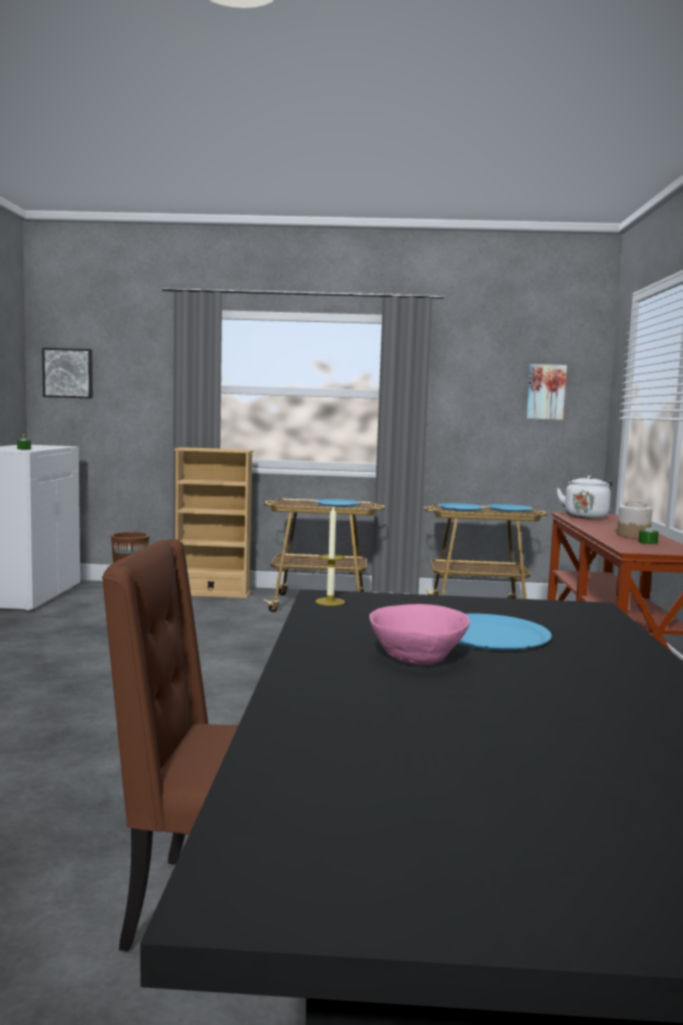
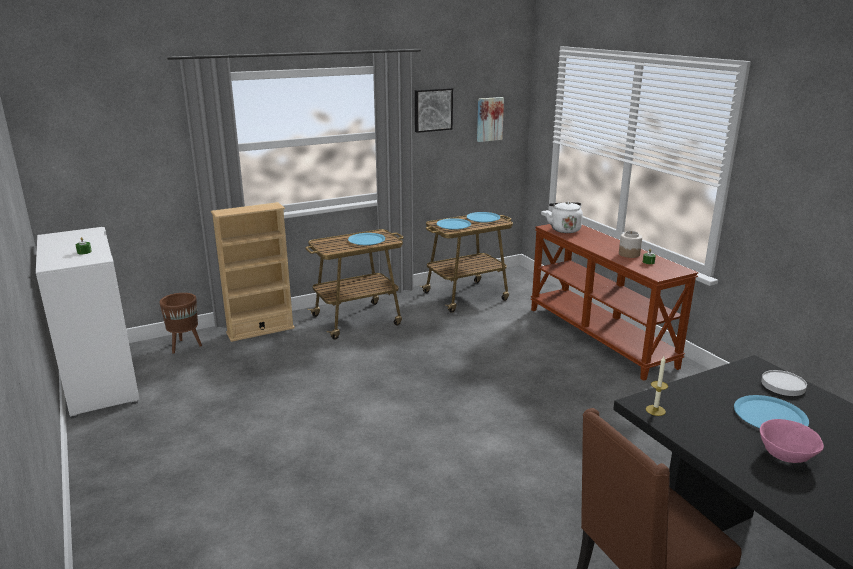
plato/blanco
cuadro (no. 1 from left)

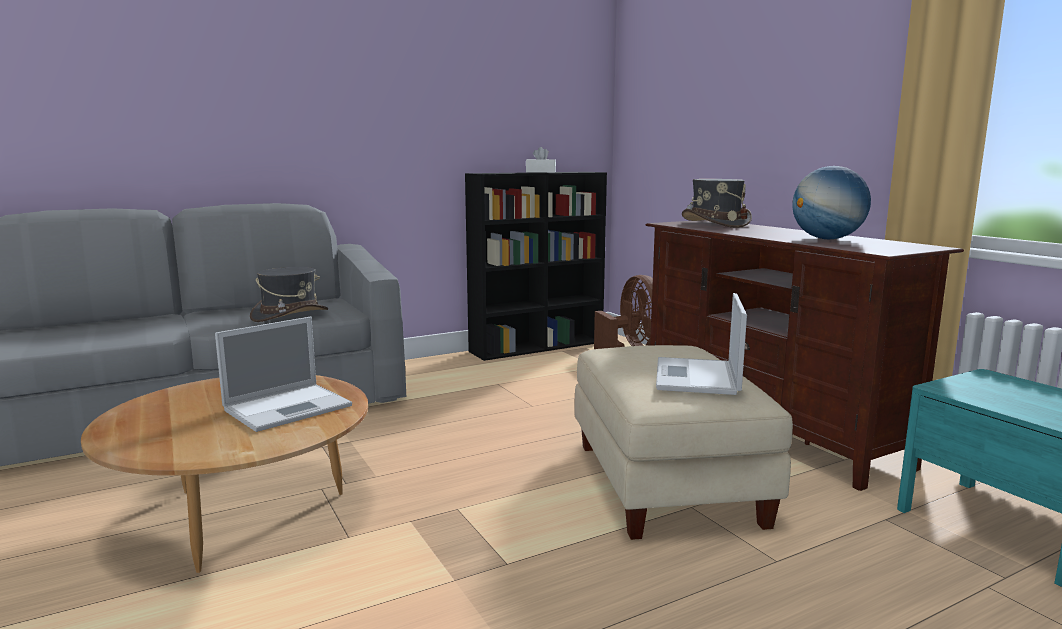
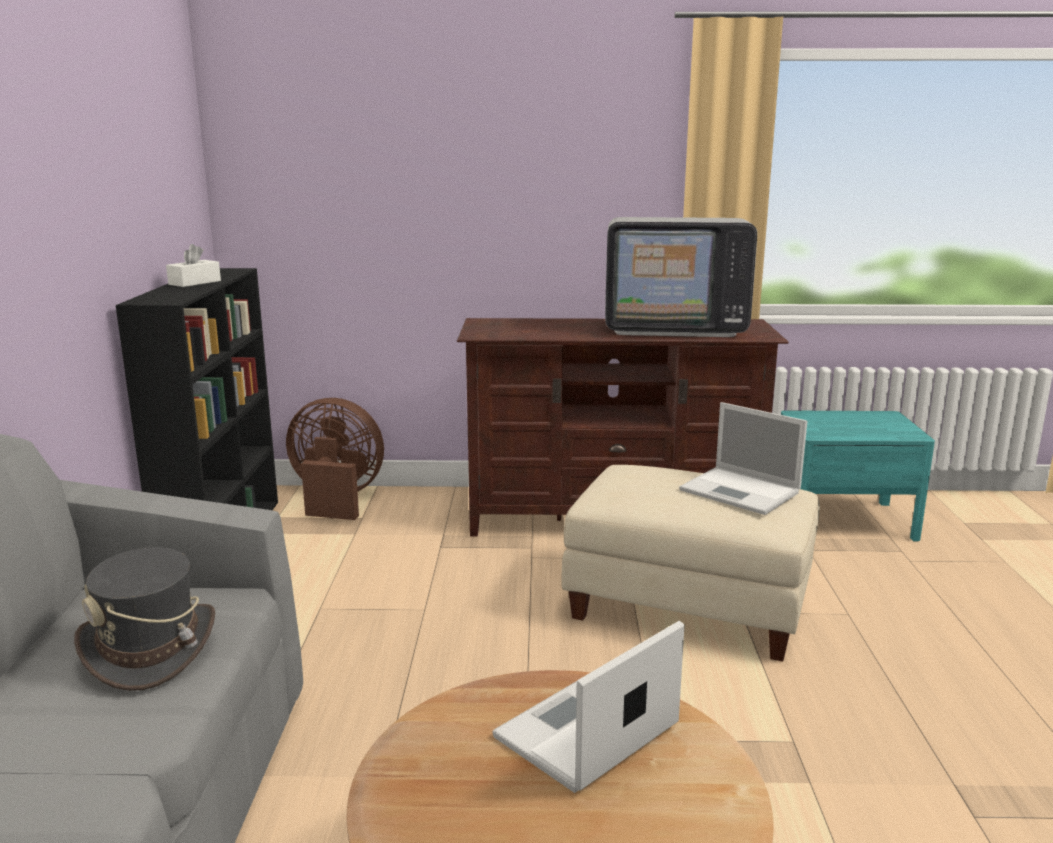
sombrero/gris (no. 2 from left in the first image)
televisor
portátil (no. 1 from left)

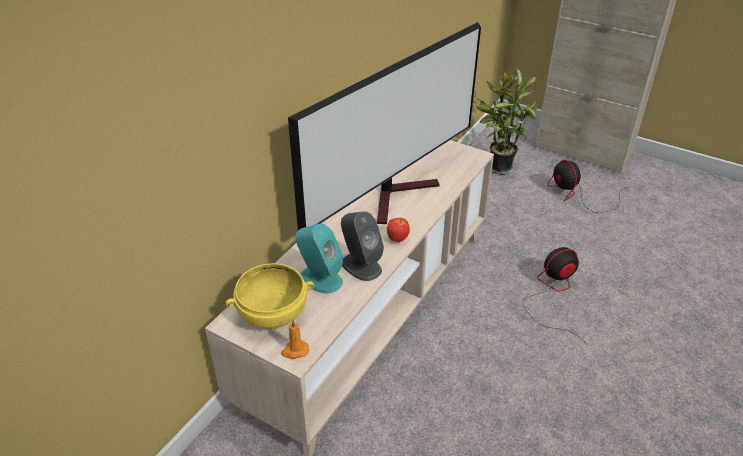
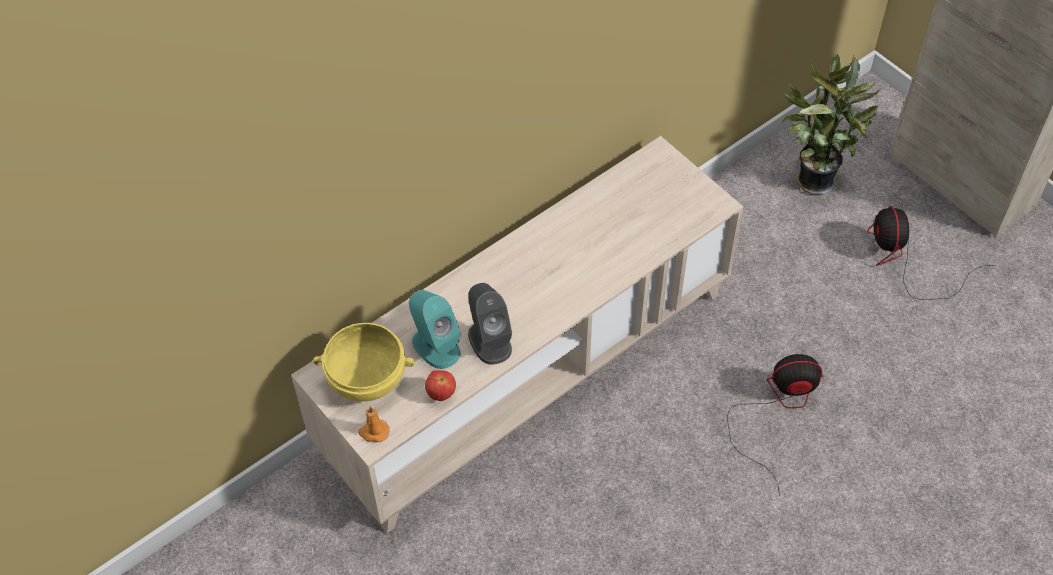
televisor
manzana

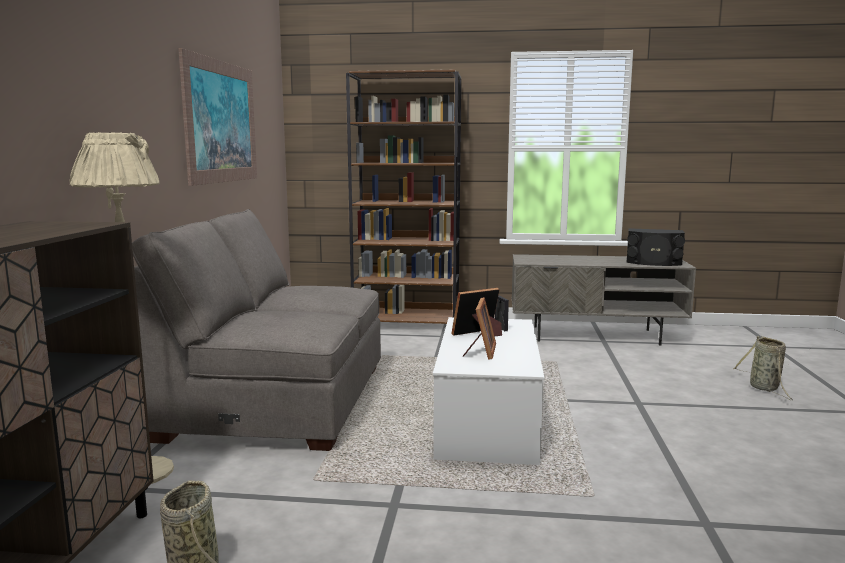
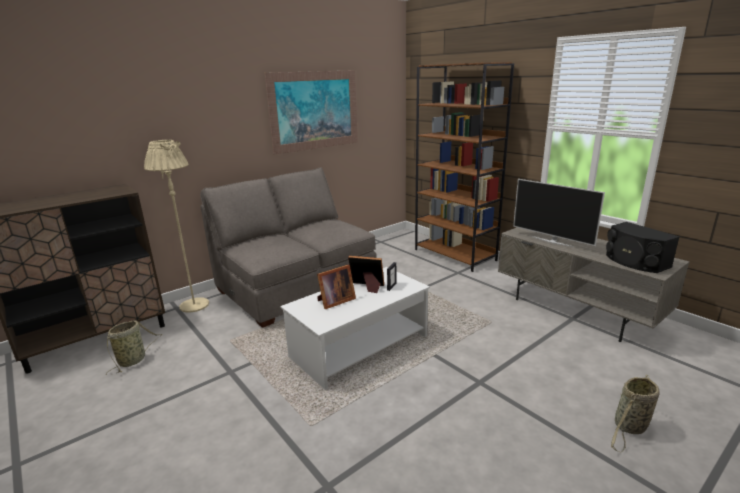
televisor

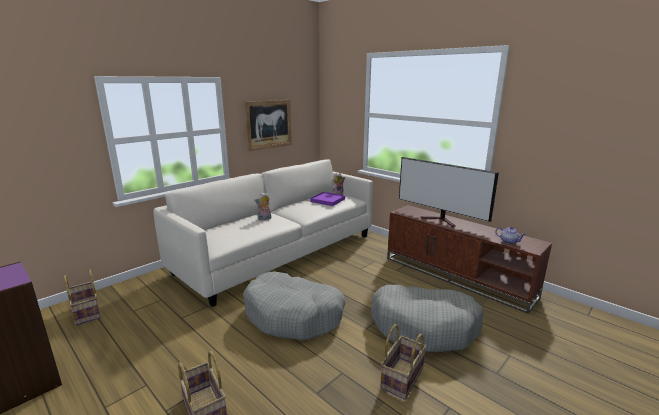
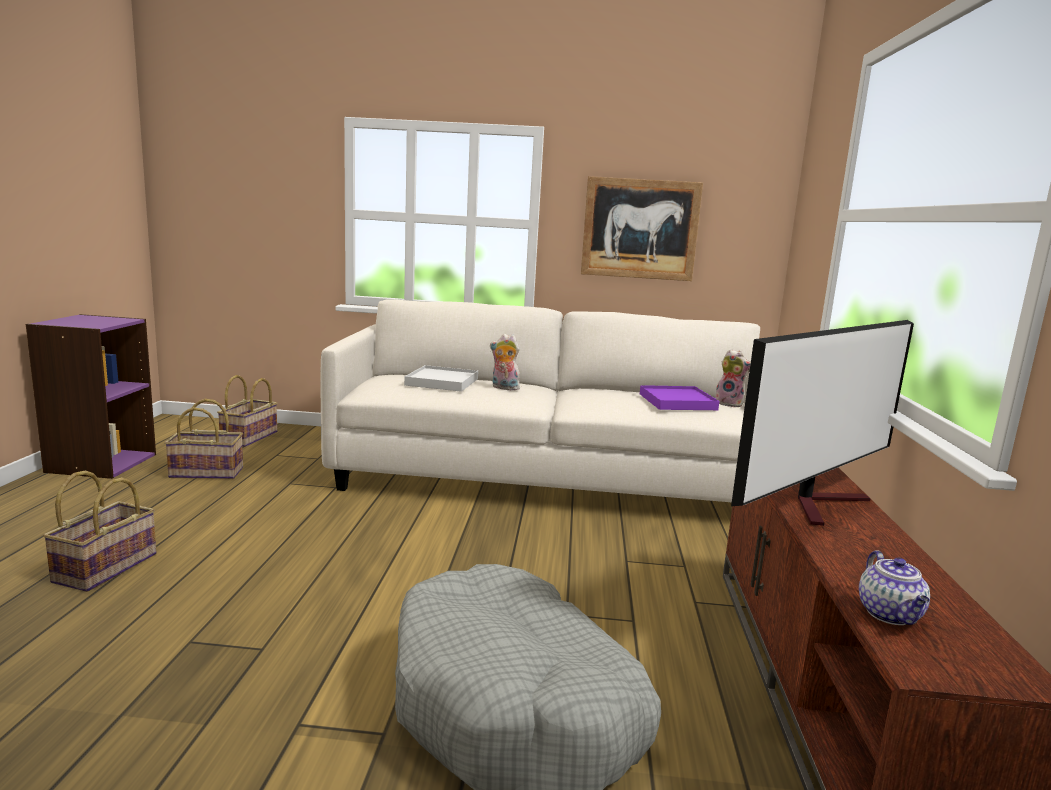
cama para perro/gris (no. 1 from left in the first image)
bandeja/blanco
cesta (no. 2 from left)
televisor

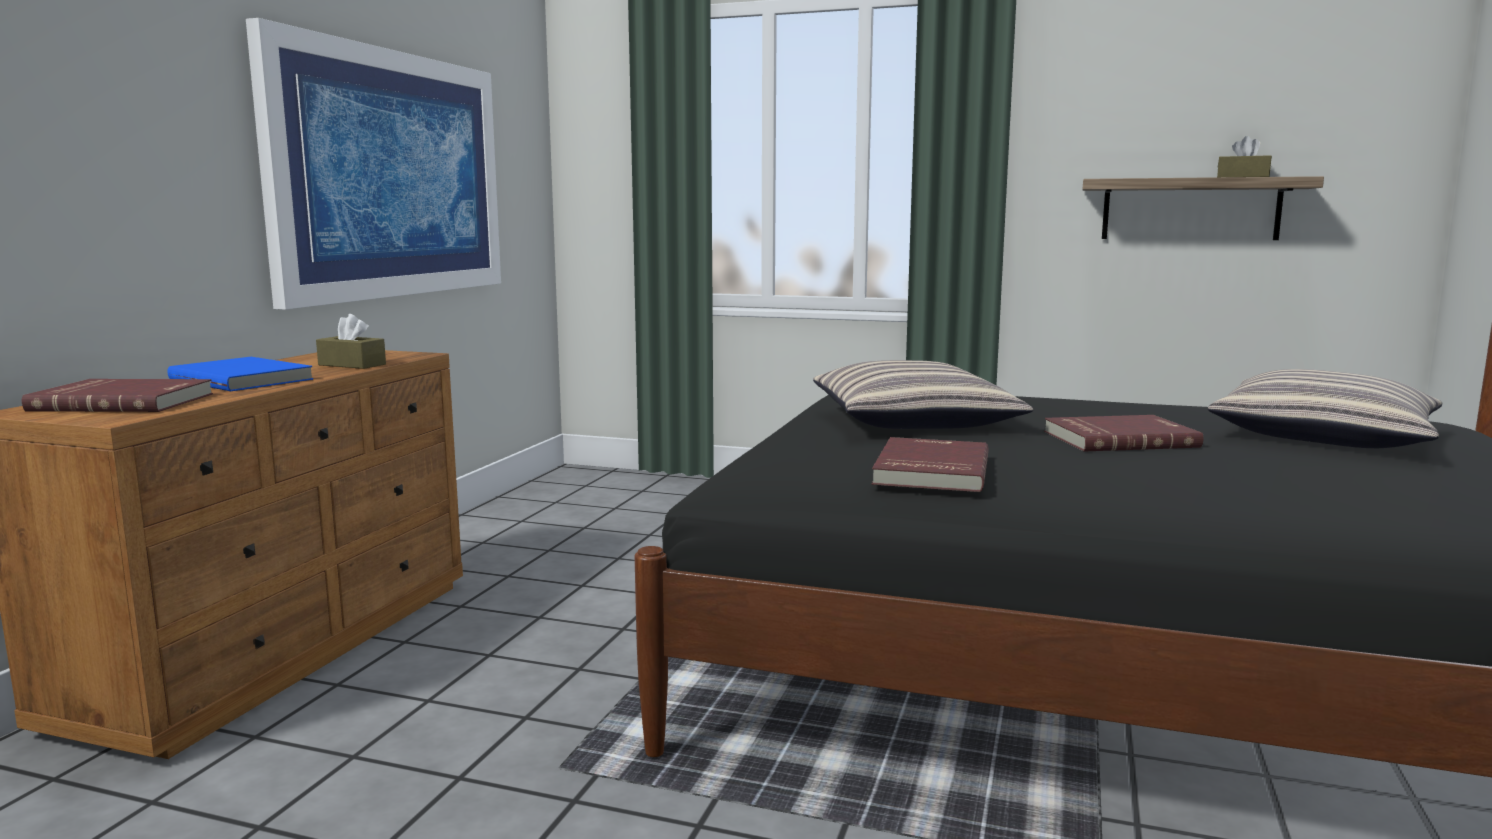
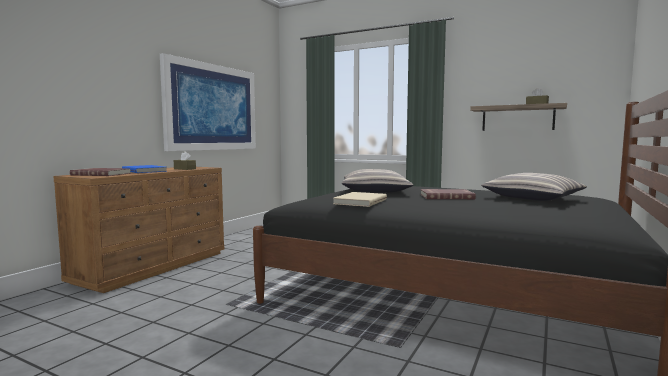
libro/beis

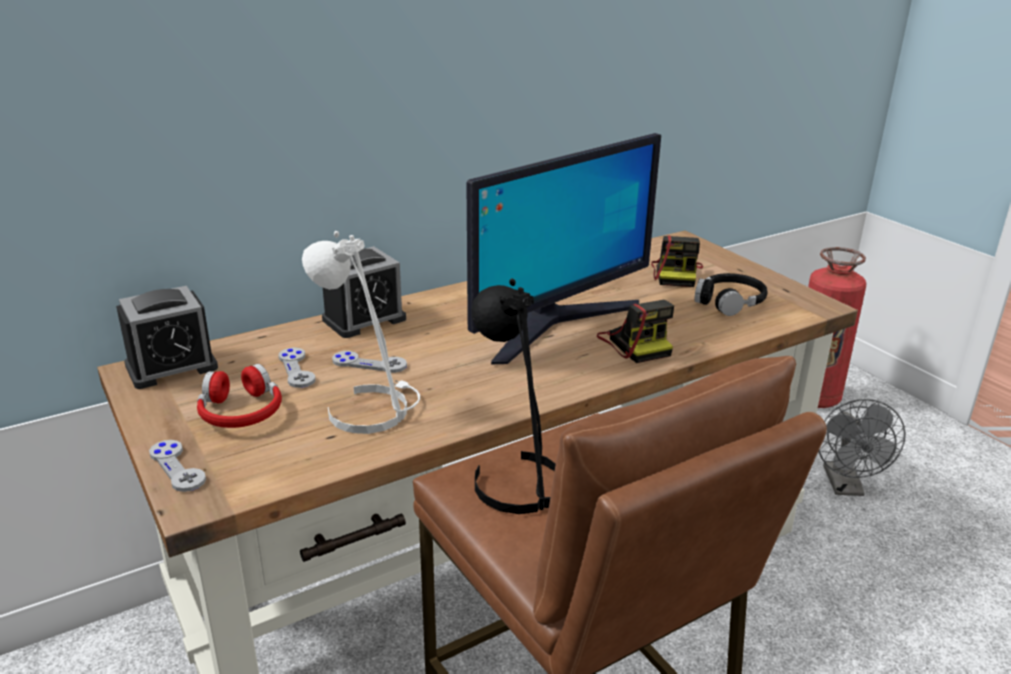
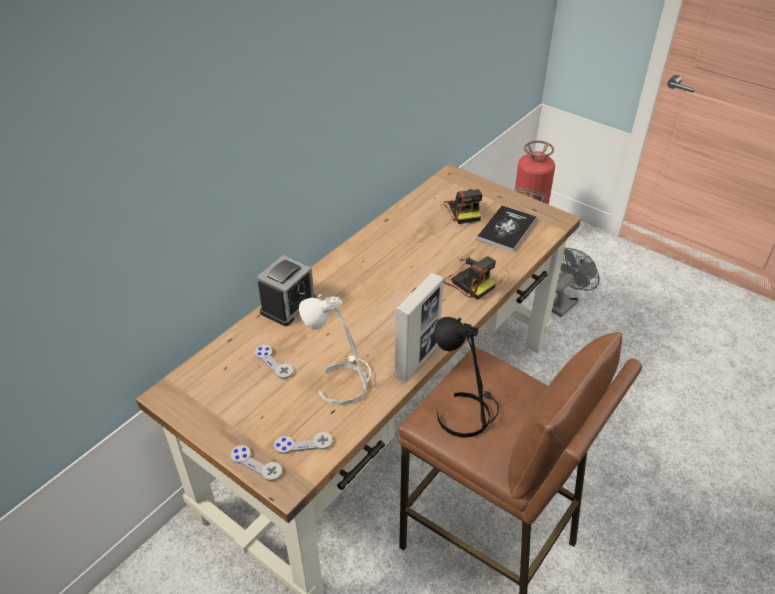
despertador (no. 1 from left in the first image)
auriculares/rojo
monitor
portarretratos
mando de consola/gris (no. 3 from left)
libro
ventilador/gris

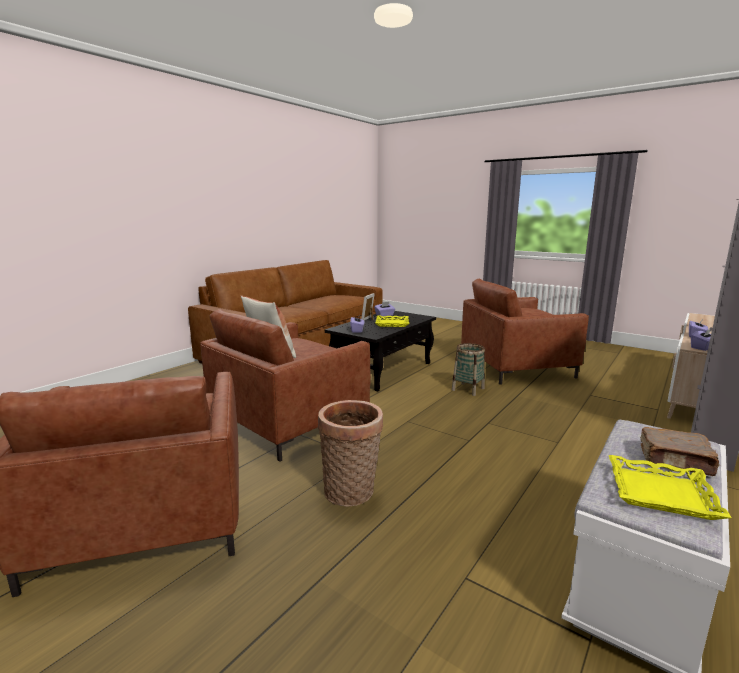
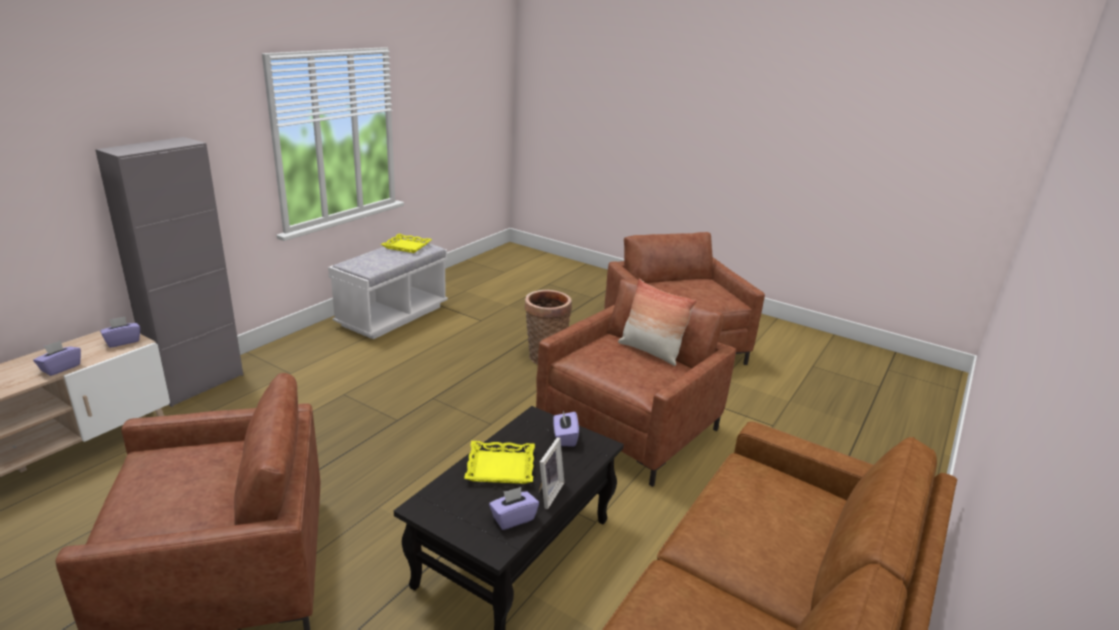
cesta (no. 2 from left in the first image)
libro/marrón

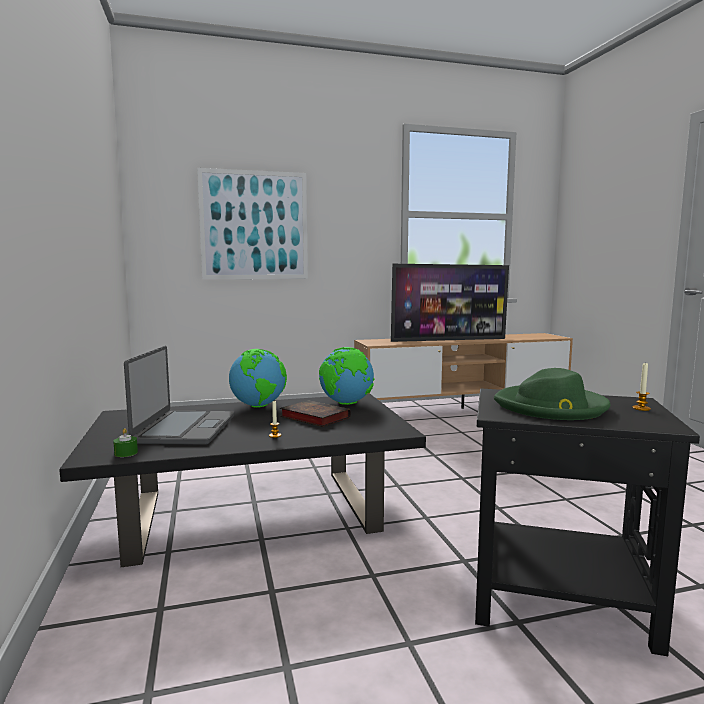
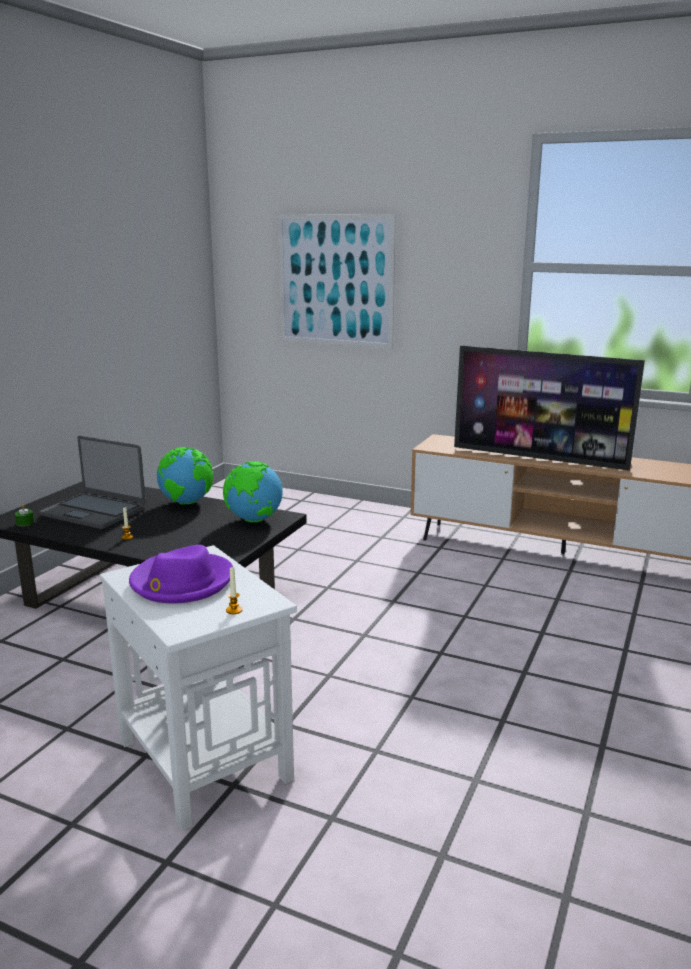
libro
mesa auxiliar/blanco
sombrero/morado
portátil

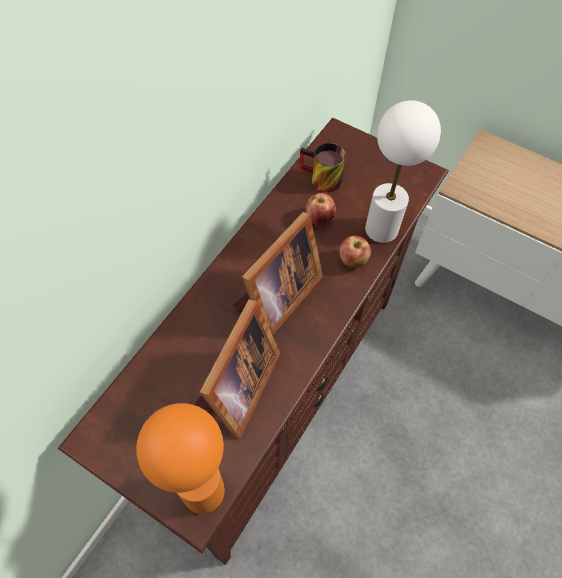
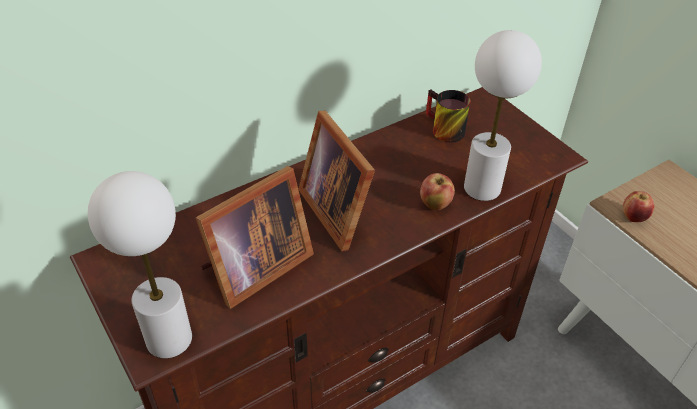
manzana (no. 2 from left)
lámpara de mesa/blanco (no. 1 from left)
portarretratos (no. 2 from left)

